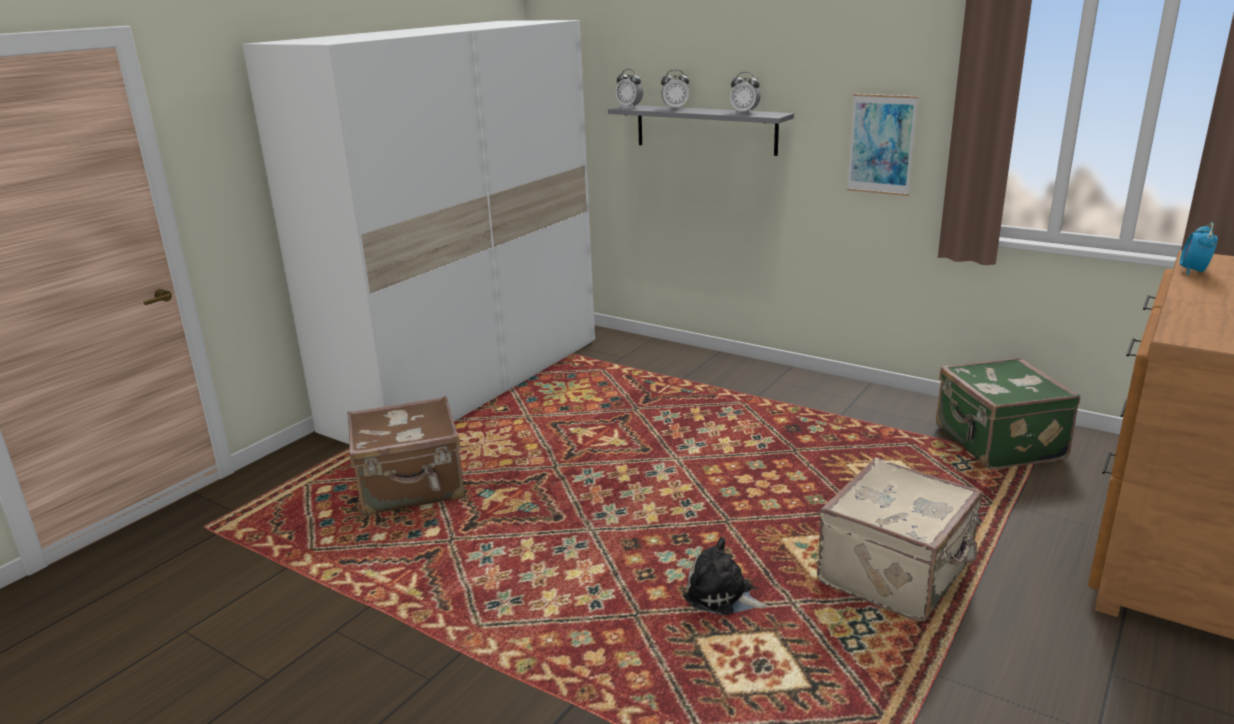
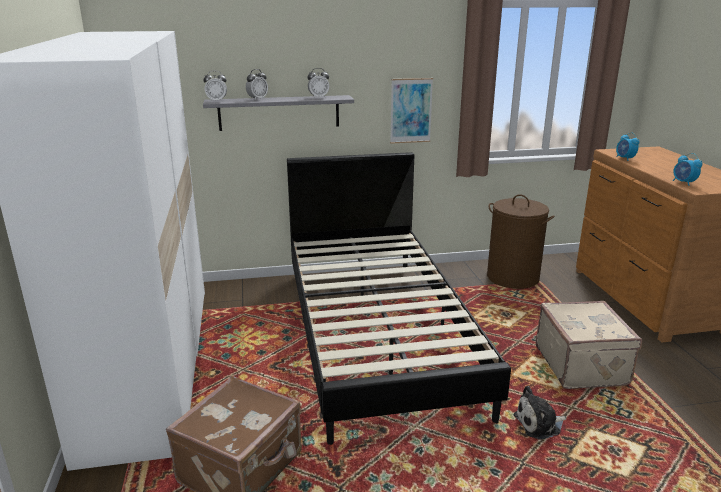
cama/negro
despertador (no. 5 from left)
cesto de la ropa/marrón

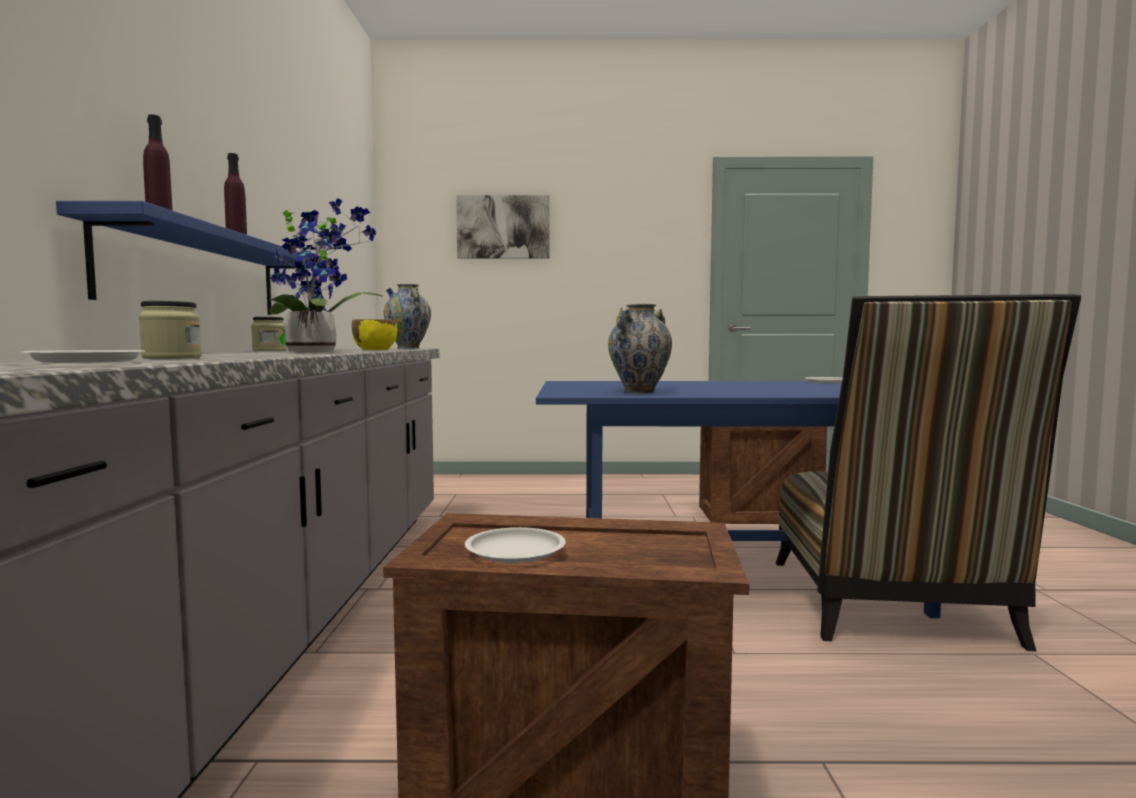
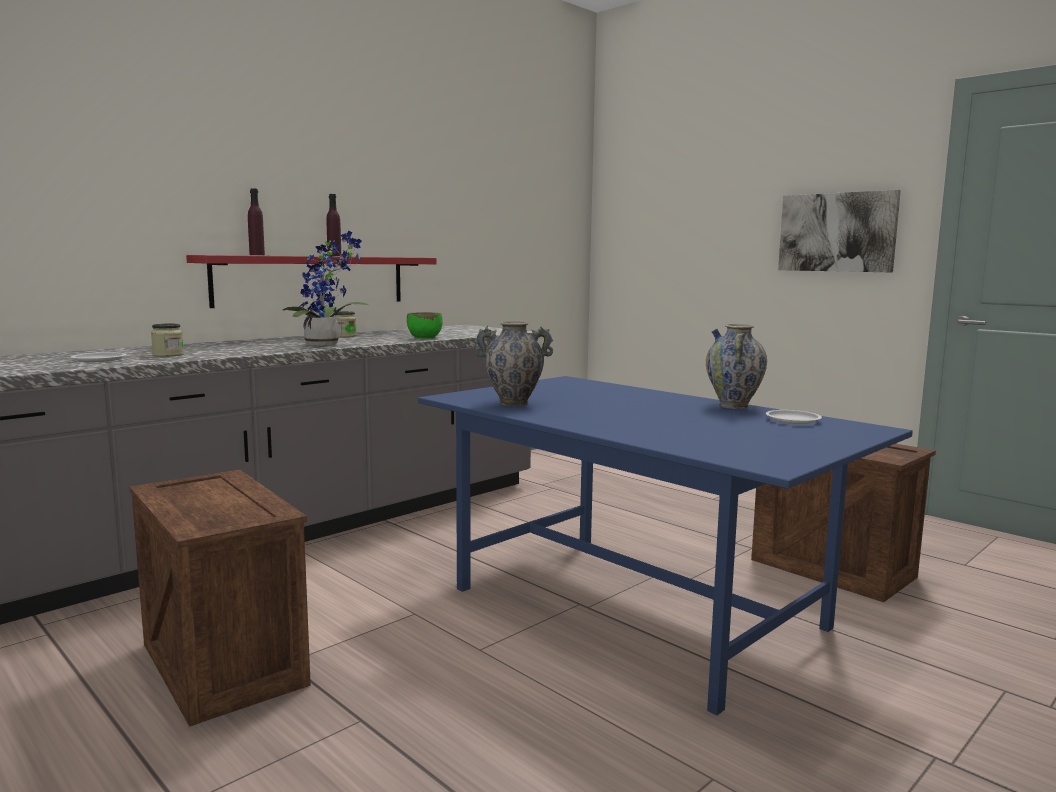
plato/blanco (no. 2 from left in the first image)
silla
florero (no. 2 from left)
cuadro
estante/rojo
cuenco/verde

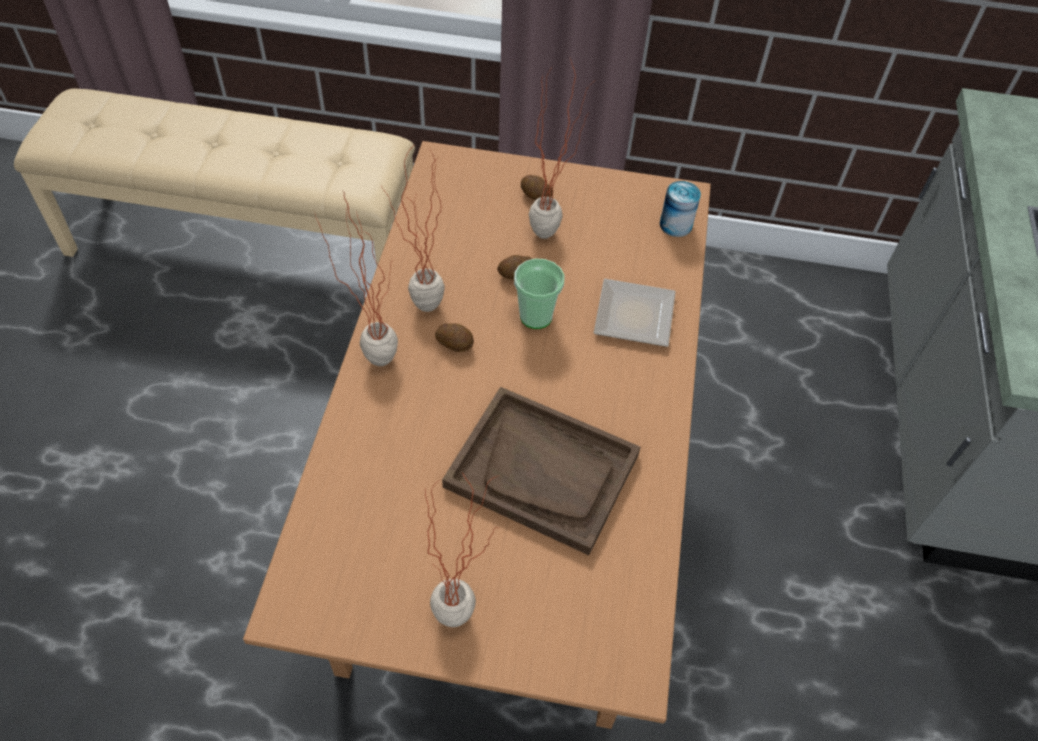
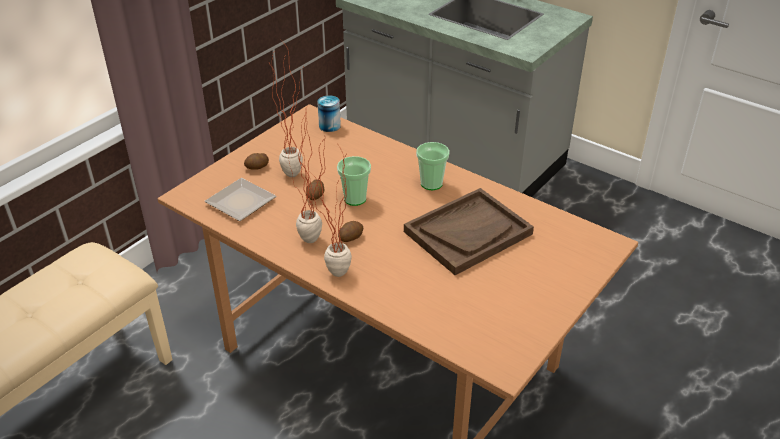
planta en maceta (no. 3 from left in the first image)
taza (no. 2 from left)
plato

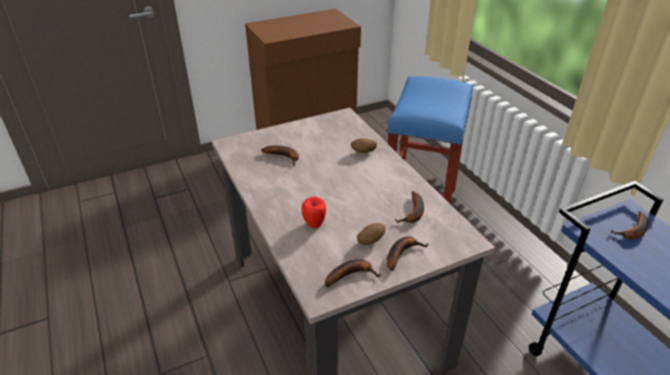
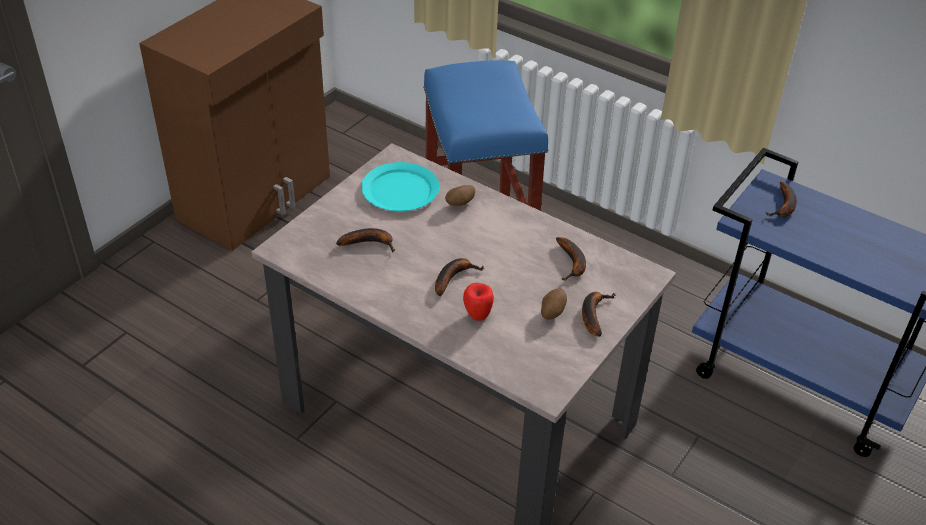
plato/turquesa
plátano (no. 2 from left)

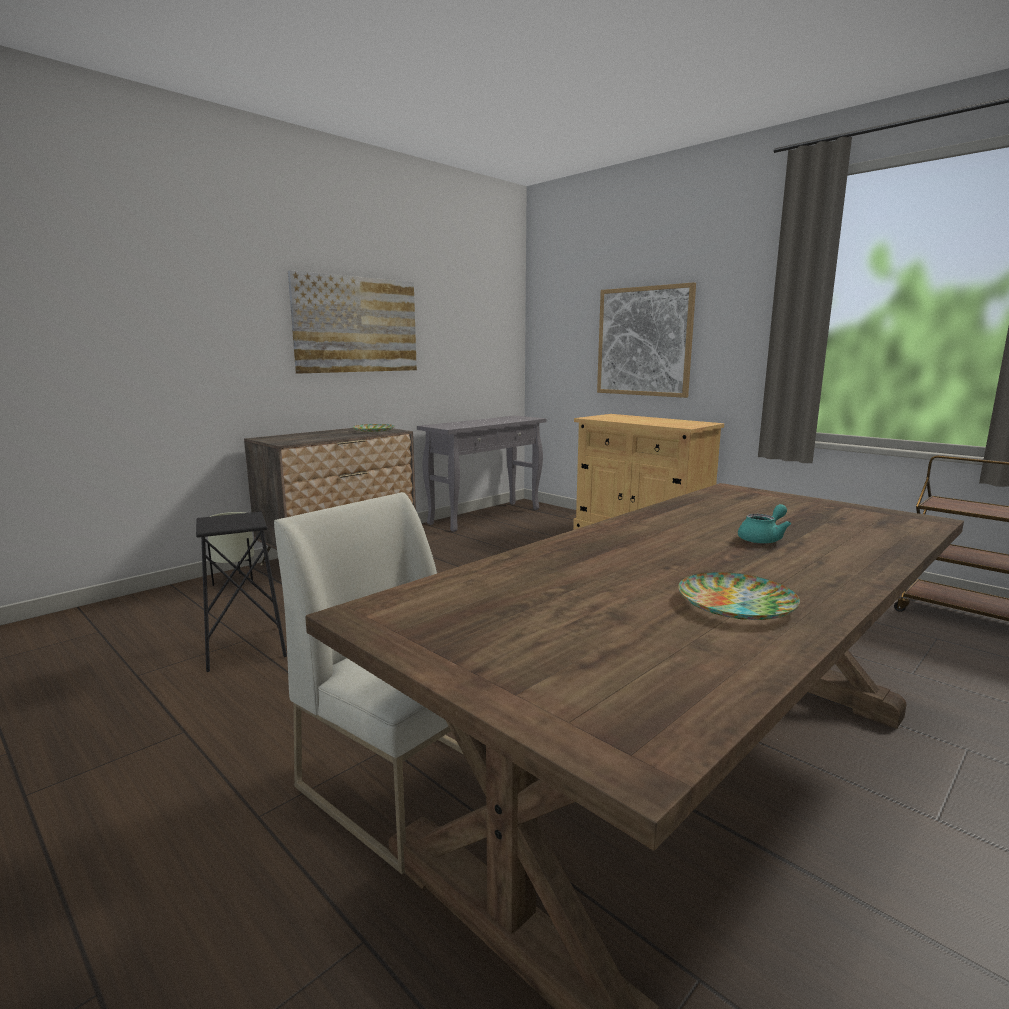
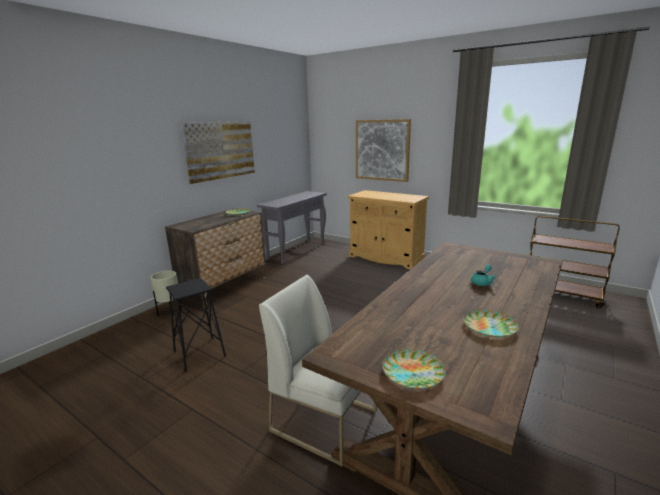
plato (no. 2 from left)

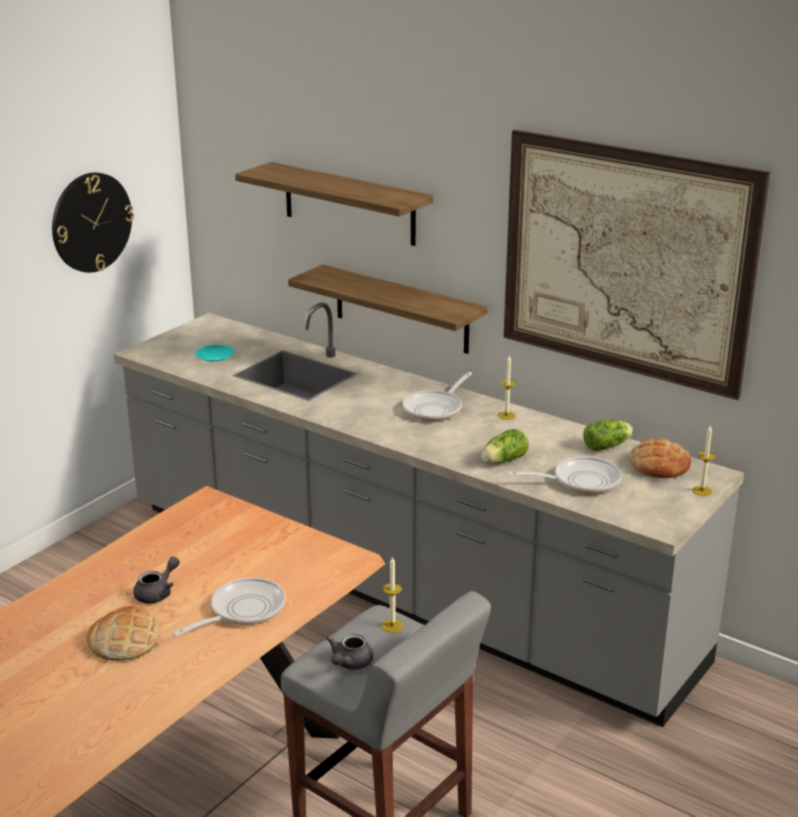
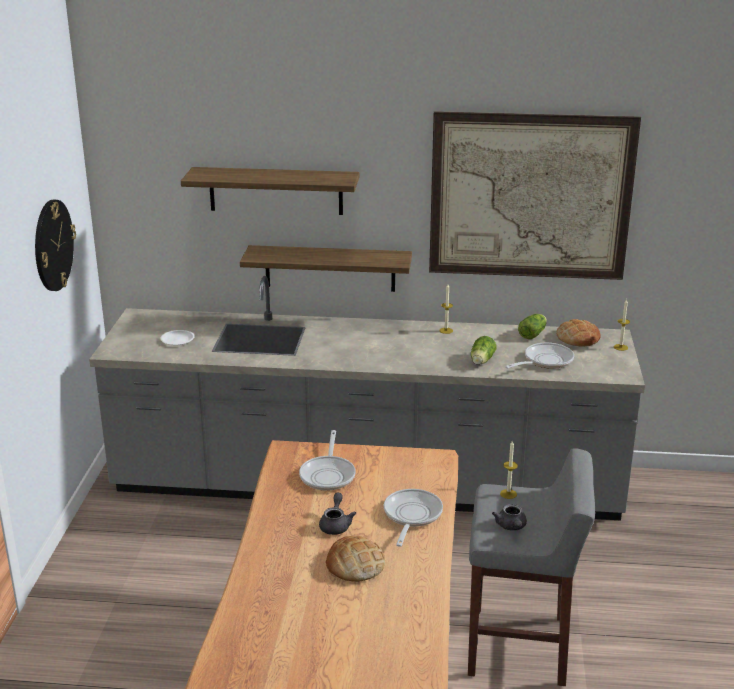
sartén (no. 1 from left)
plato/blanco

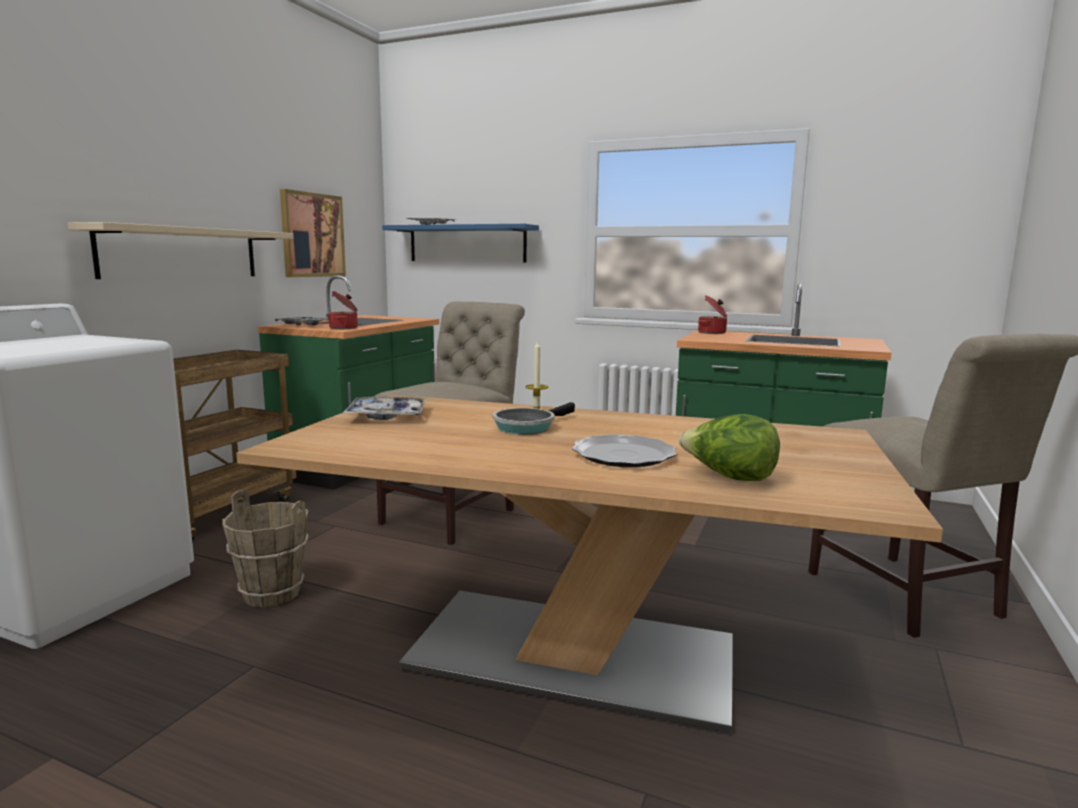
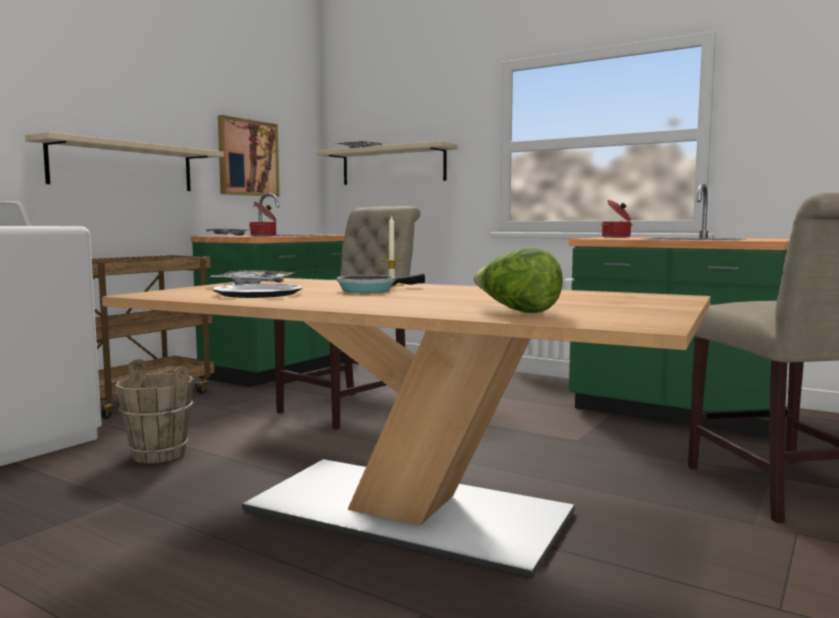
plato
estante/beis (no. 2 from left)

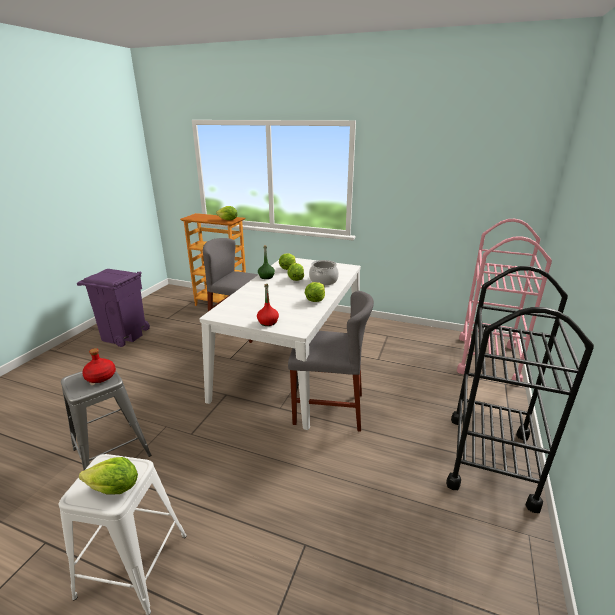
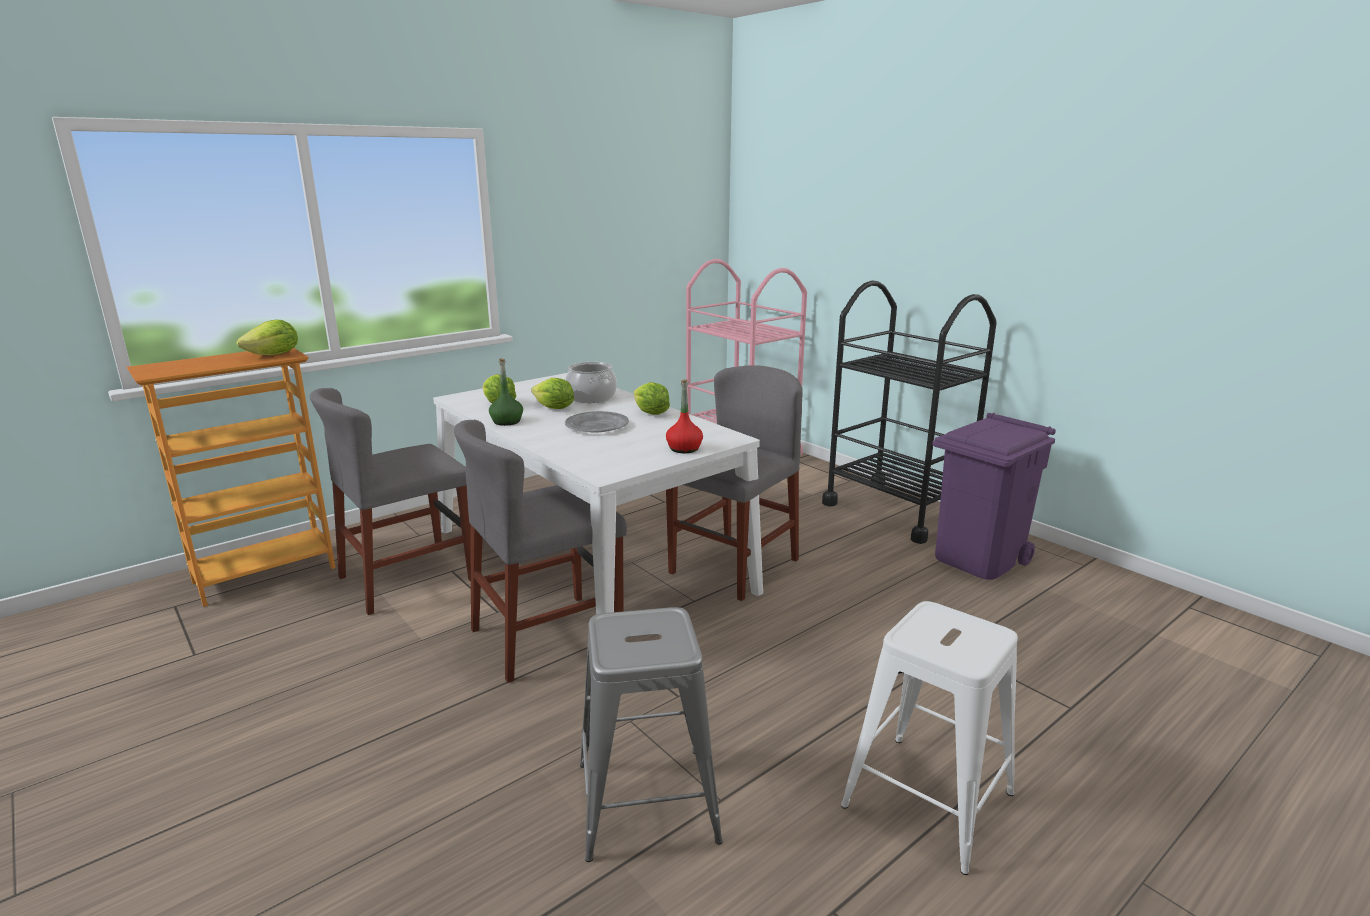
lechuga (no. 1 from left in the first image)
botella/rojo (no. 1 from left in the first image)
silla/gris (no. 2 from left)
plato/gris
papelera/morado

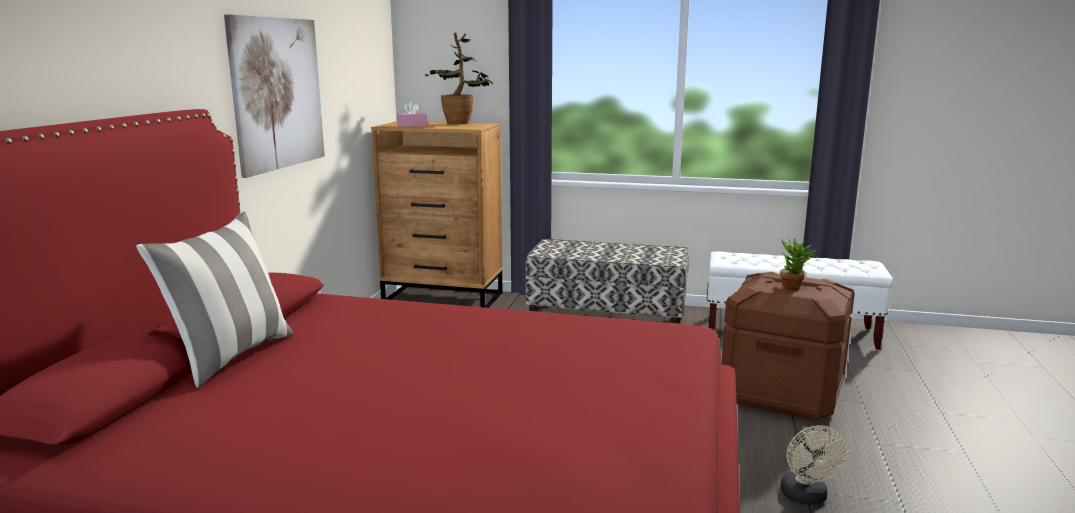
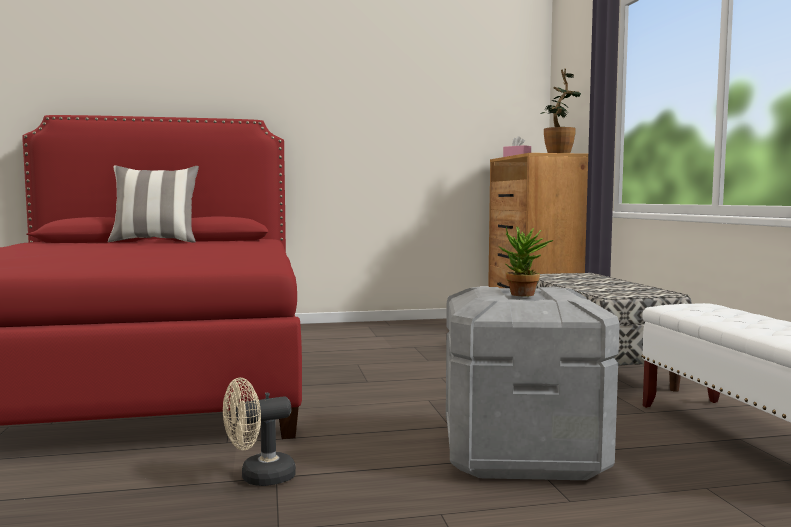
cuadro
caja de almacenaje/gris

